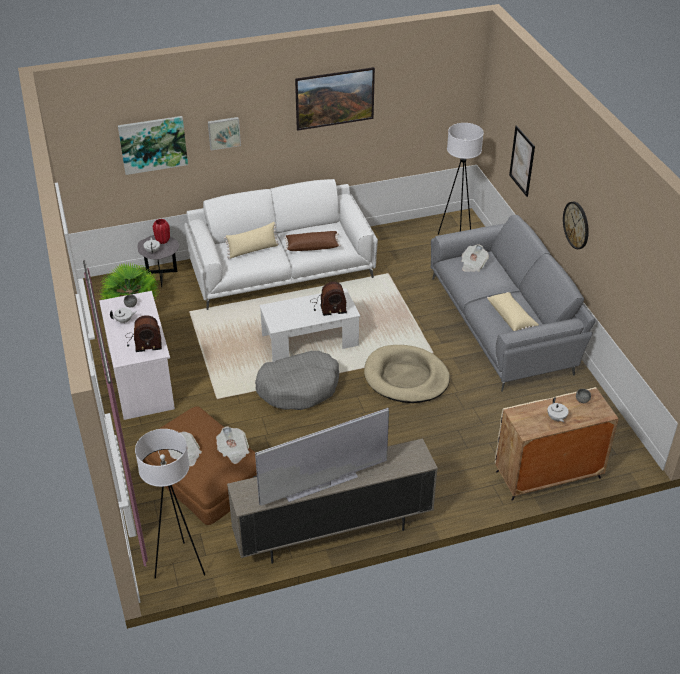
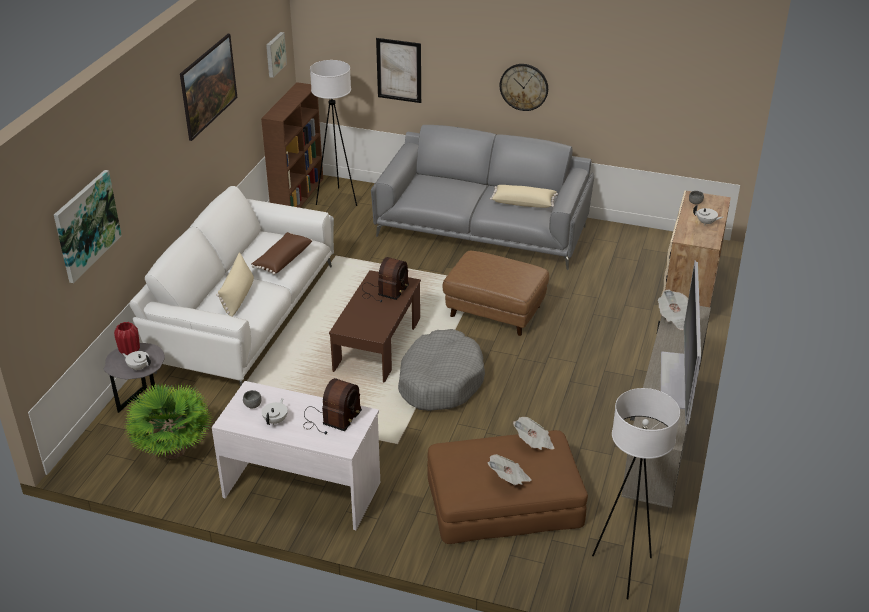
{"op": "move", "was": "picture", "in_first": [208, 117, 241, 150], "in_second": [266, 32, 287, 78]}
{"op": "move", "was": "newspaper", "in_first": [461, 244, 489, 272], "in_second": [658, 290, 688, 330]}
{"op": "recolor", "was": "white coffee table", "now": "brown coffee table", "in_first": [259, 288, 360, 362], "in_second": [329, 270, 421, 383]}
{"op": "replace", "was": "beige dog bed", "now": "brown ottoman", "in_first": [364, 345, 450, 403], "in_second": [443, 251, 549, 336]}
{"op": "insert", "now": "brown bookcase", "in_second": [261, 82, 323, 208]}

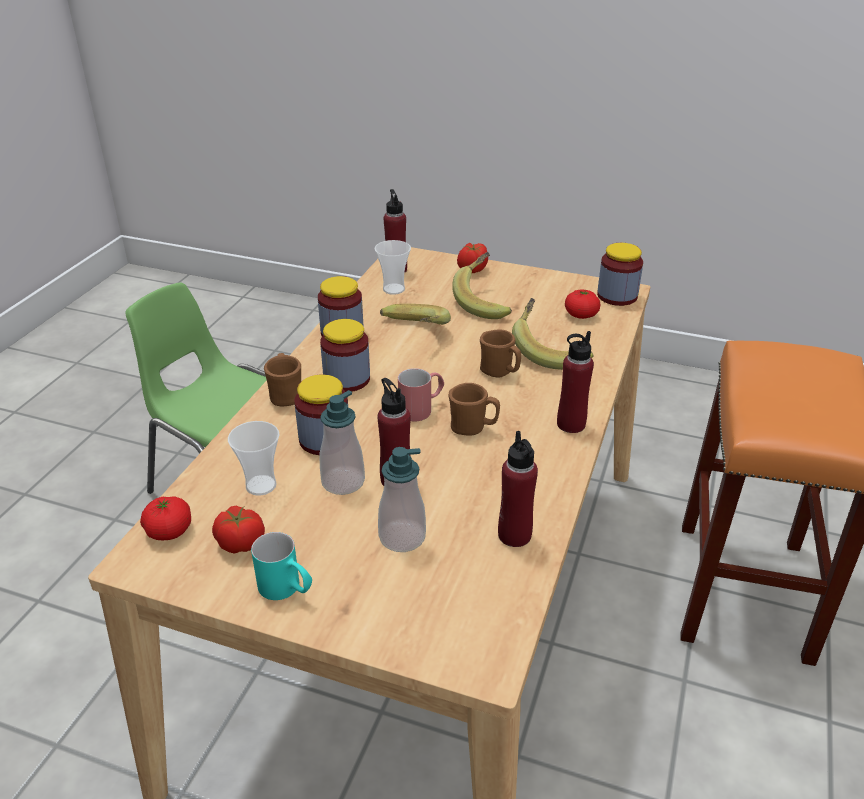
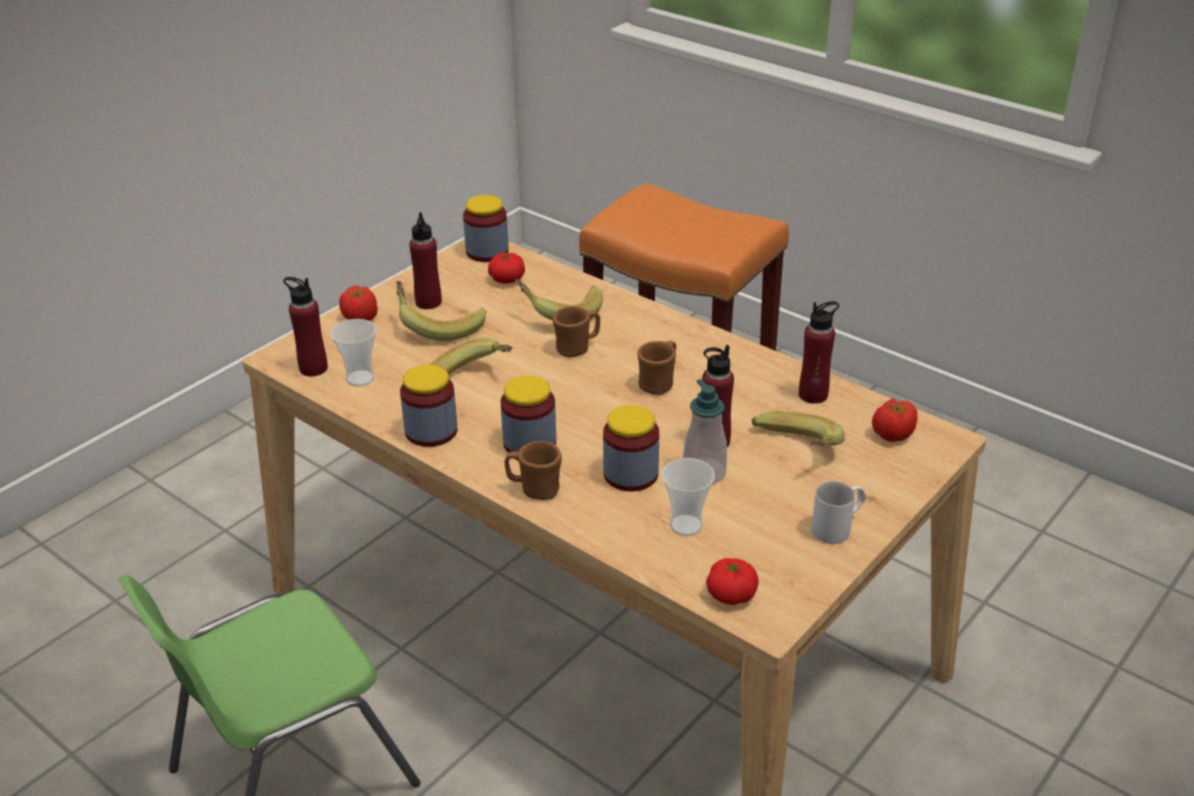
{"op": "move", "was": "red bottle", "in_first": [557, 331, 594, 433], "in_second": [409, 212, 442, 309]}
{"op": "delete", "was": "red mug", "in_first": [398, 368, 444, 421]}
{"op": "replace", "was": "soap dispenser", "now": "banana", "in_first": [378, 447, 426, 552], "in_second": [752, 411, 845, 446]}
{"op": "move", "was": "tomato", "in_first": [212, 506, 265, 554], "in_second": [872, 398, 918, 442]}
{"op": "recolor", "was": "turquoise mug", "now": "white mug", "in_first": [251, 532, 312, 600], "in_second": [811, 481, 866, 544]}

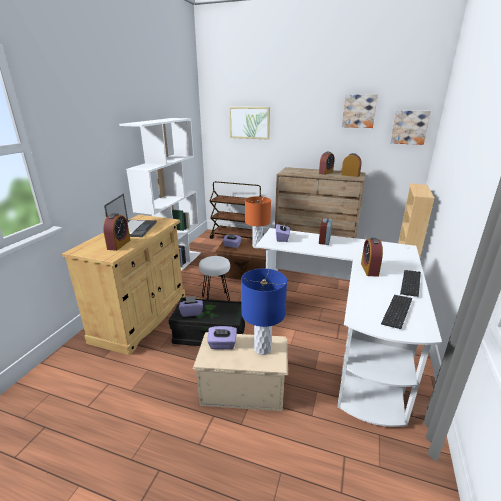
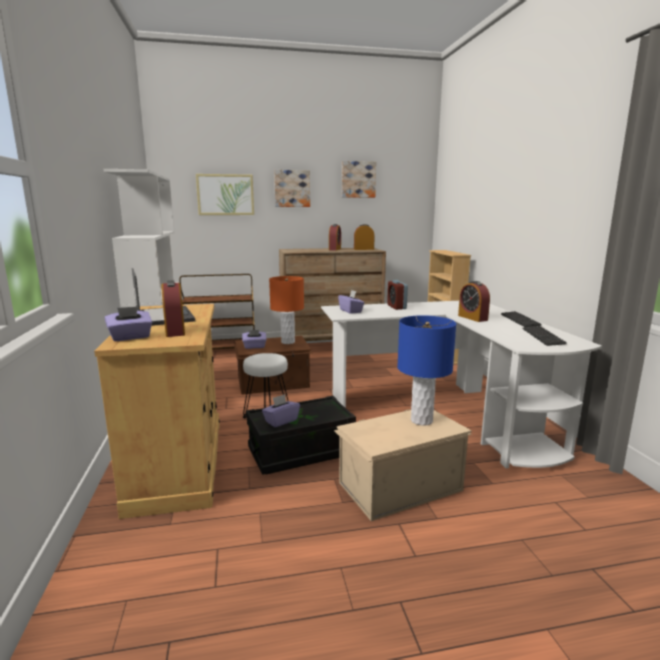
{"op": "move", "was": "picture", "in_first": [390, 110, 431, 145], "in_second": [274, 170, 310, 207]}
{"op": "move", "was": "purple tissue box", "in_first": [207, 326, 237, 349], "in_second": [105, 306, 152, 341]}

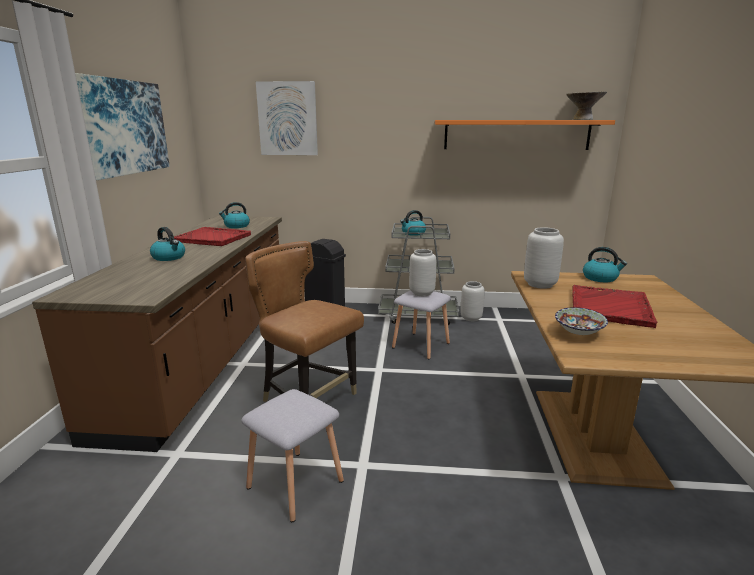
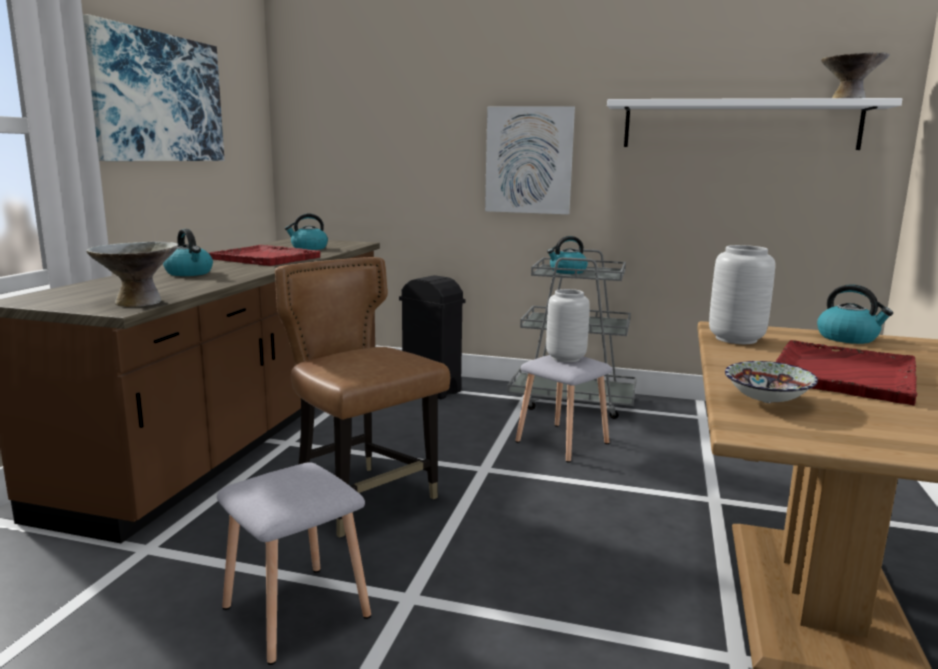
{"op": "move", "was": "picture", "in_first": [256, 81, 318, 155], "in_second": [485, 107, 575, 214]}
{"op": "recolor", "was": "orange shelf", "now": "white shelf", "in_first": [435, 120, 615, 150], "in_second": [607, 98, 903, 150]}
{"op": "delete", "was": "grey vase", "in_first": [461, 281, 485, 321]}
{"op": "insert", "now": "grey bowl", "in_second": [86, 242, 179, 307]}

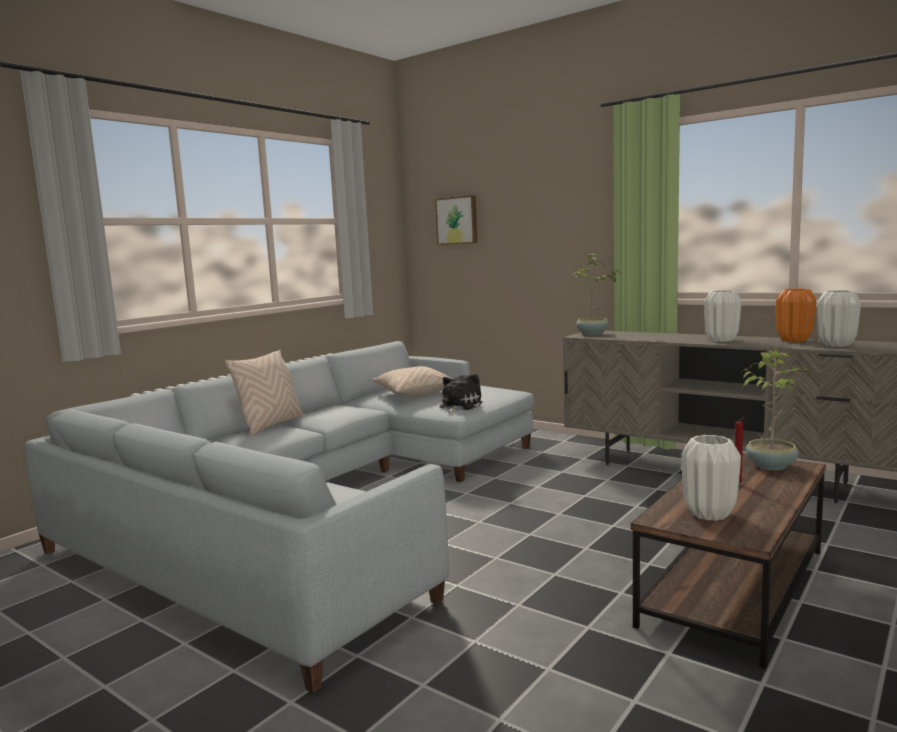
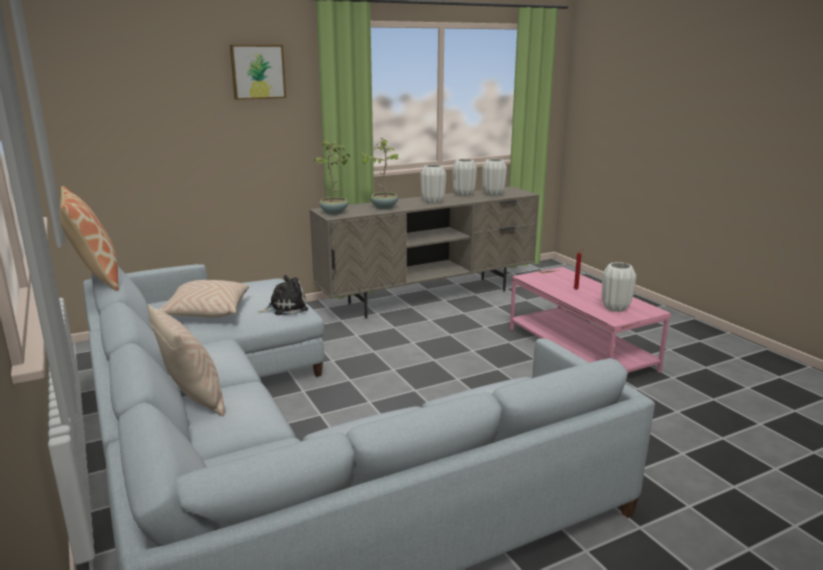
{"op": "move", "was": "picture", "in_first": [435, 195, 477, 245], "in_second": [230, 45, 286, 100]}
{"op": "recolor", "was": "orange vase", "now": "white vase", "in_first": [776, 289, 816, 342], "in_second": [452, 159, 477, 196]}
{"op": "move", "was": "potted plant", "in_first": [741, 349, 811, 470], "in_second": [361, 138, 399, 209]}
{"op": "rotate", "was": "plush toy", "in_first": [439, 374, 482, 414], "in_second": [257, 275, 308, 315], "clockwise": 105}
{"op": "recolor", "was": "brown coffee table", "now": "pink coffee table", "in_first": [631, 453, 826, 669], "in_second": [510, 267, 671, 373]}
{"op": "insert", "now": "pillow", "in_second": [60, 186, 118, 291]}

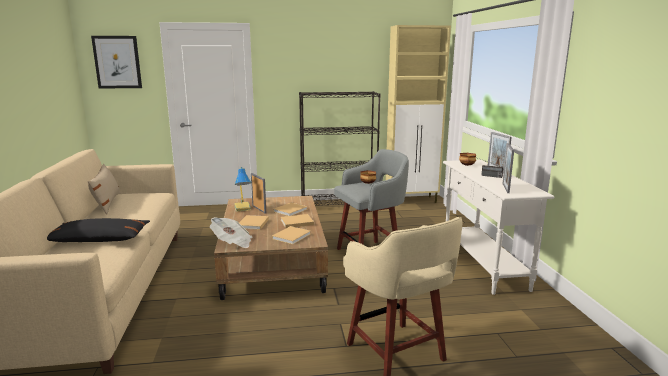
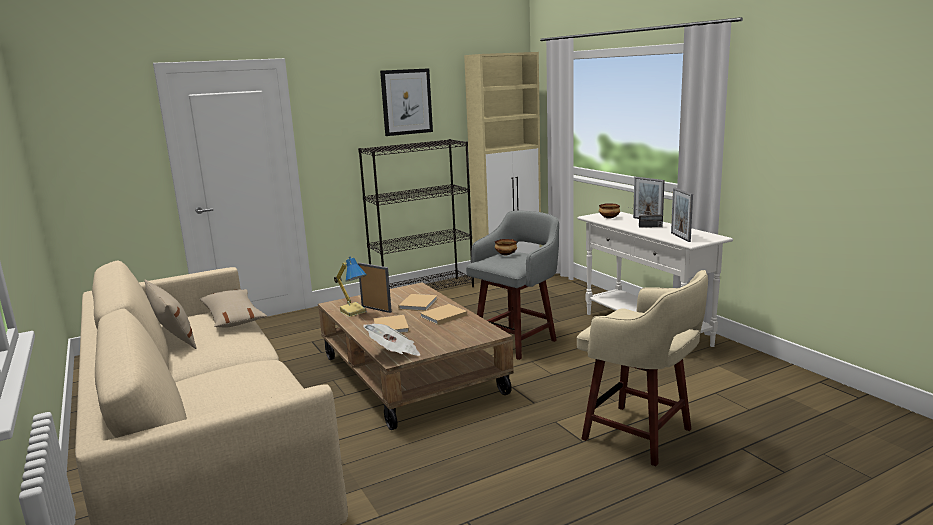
{"op": "move", "was": "picture", "in_first": [91, 36, 142, 89], "in_second": [380, 68, 433, 136]}
{"op": "delete", "was": "black pillow", "in_first": [47, 218, 150, 242]}
{"op": "delete", "was": "beige book", "in_first": [272, 226, 310, 245]}
{"op": "insert", "now": "beige pillow", "in_second": [199, 289, 267, 328]}

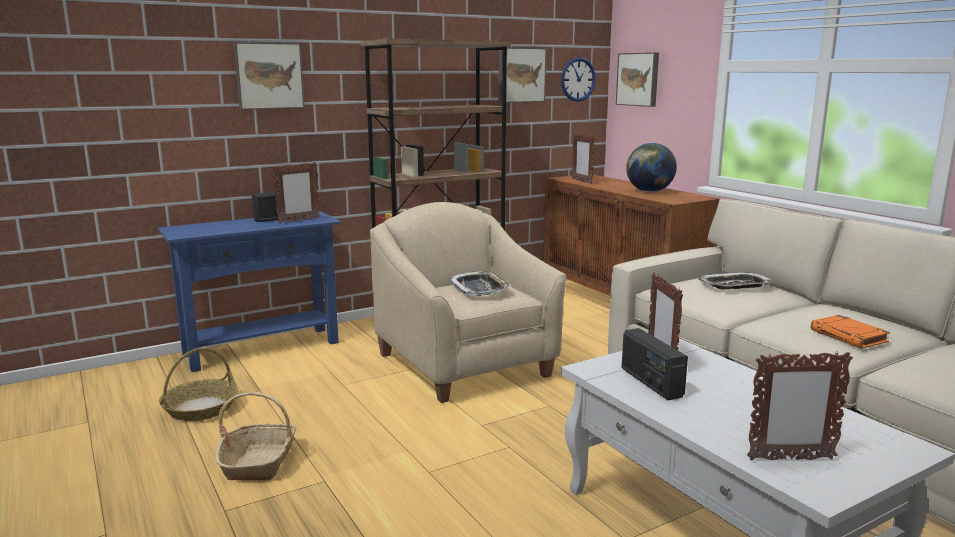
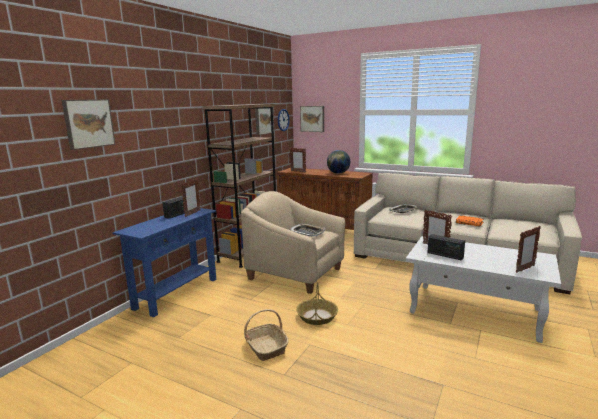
{"op": "move", "was": "picture", "in_first": [233, 42, 305, 110], "in_second": [62, 99, 115, 150]}
{"op": "move", "was": "basket", "in_first": [159, 348, 238, 421], "in_second": [296, 282, 338, 325]}

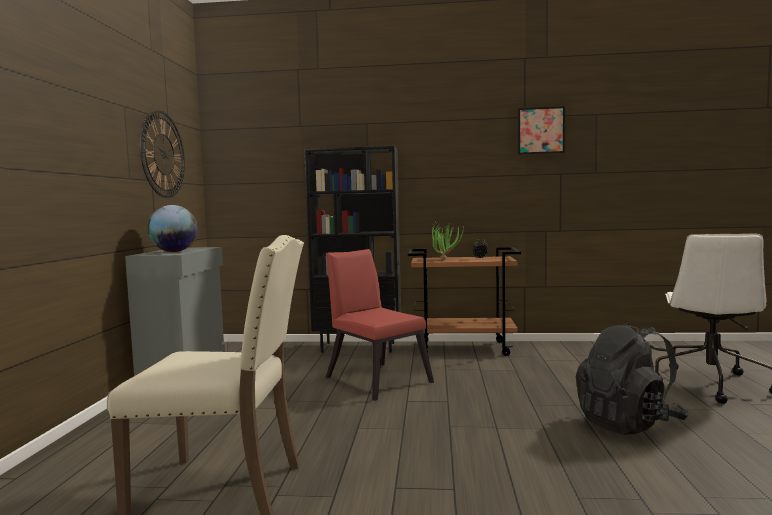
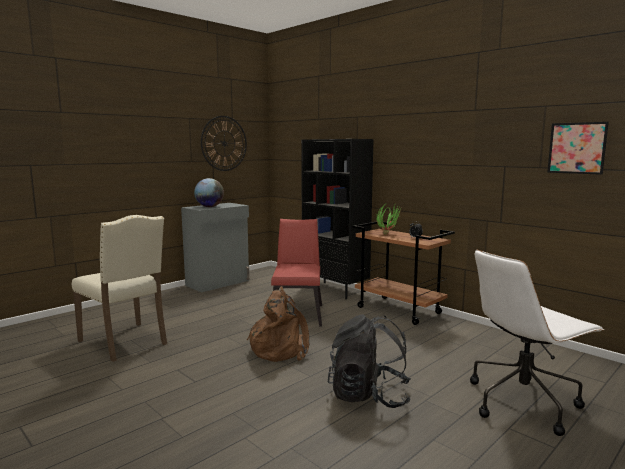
{"op": "move", "was": "picture", "in_first": [518, 106, 565, 154], "in_second": [547, 122, 609, 175]}
{"op": "insert", "now": "brown backpack", "in_second": [247, 286, 309, 362]}

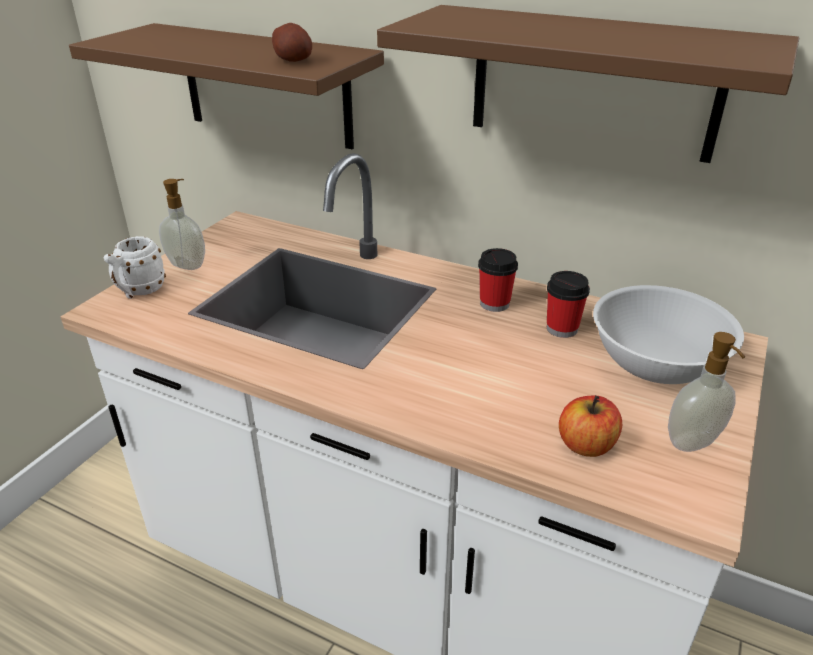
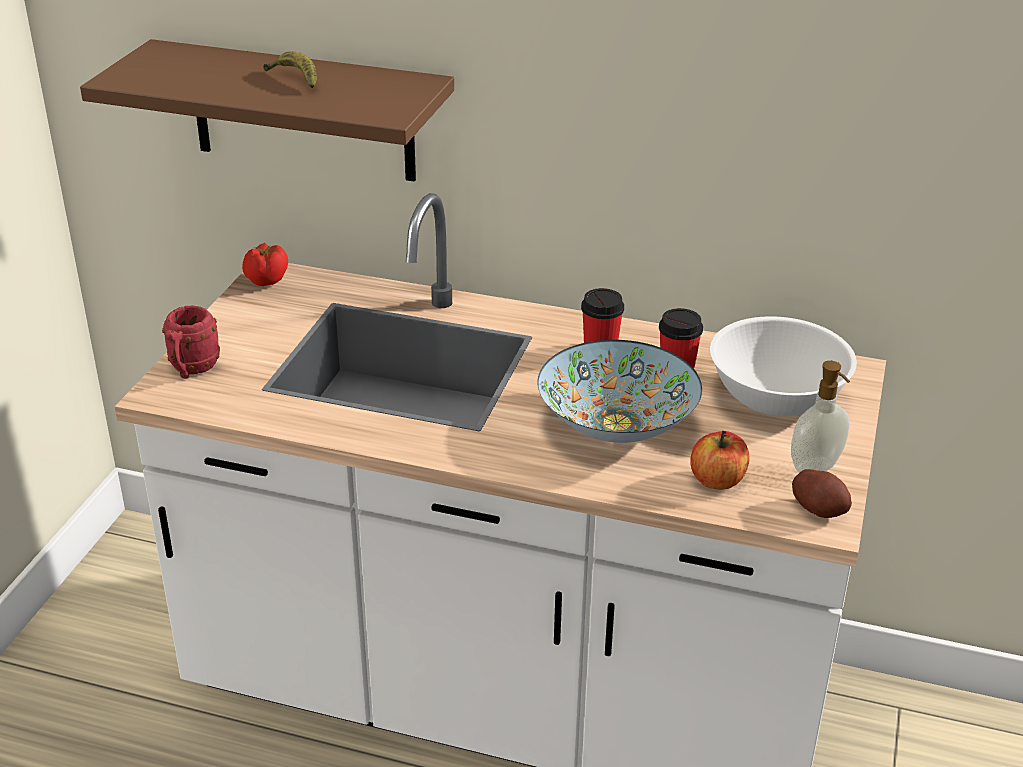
{"op": "delete", "was": "brown shelf", "in_first": [377, 5, 799, 163]}
{"op": "move", "was": "potato", "in_first": [272, 23, 312, 62], "in_second": [792, 469, 852, 518]}
{"op": "delete", "was": "soap dispenser", "in_first": [159, 179, 205, 270]}
{"op": "recolor", "was": "white mug", "now": "red mug", "in_first": [104, 236, 166, 299], "in_second": [162, 306, 220, 379]}
{"op": "insert", "now": "banana", "in_second": [263, 51, 317, 89]}
{"op": "insert", "now": "tomato", "in_second": [242, 243, 288, 286]}
{"op": "insert", "now": "bowl", "in_second": [537, 340, 702, 443]}

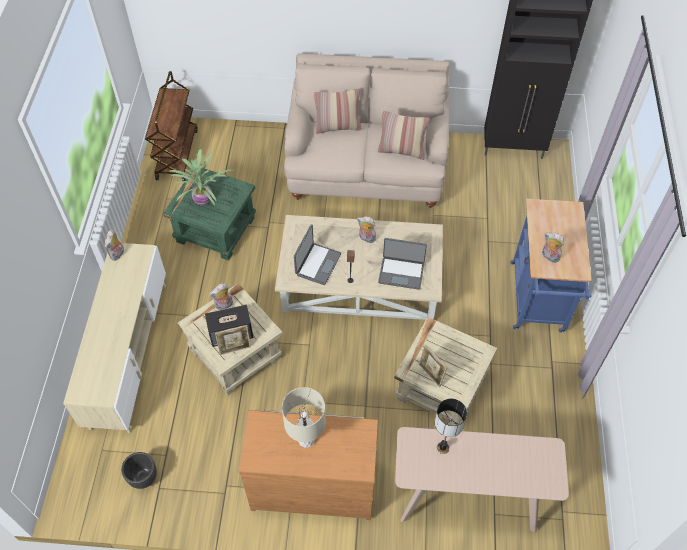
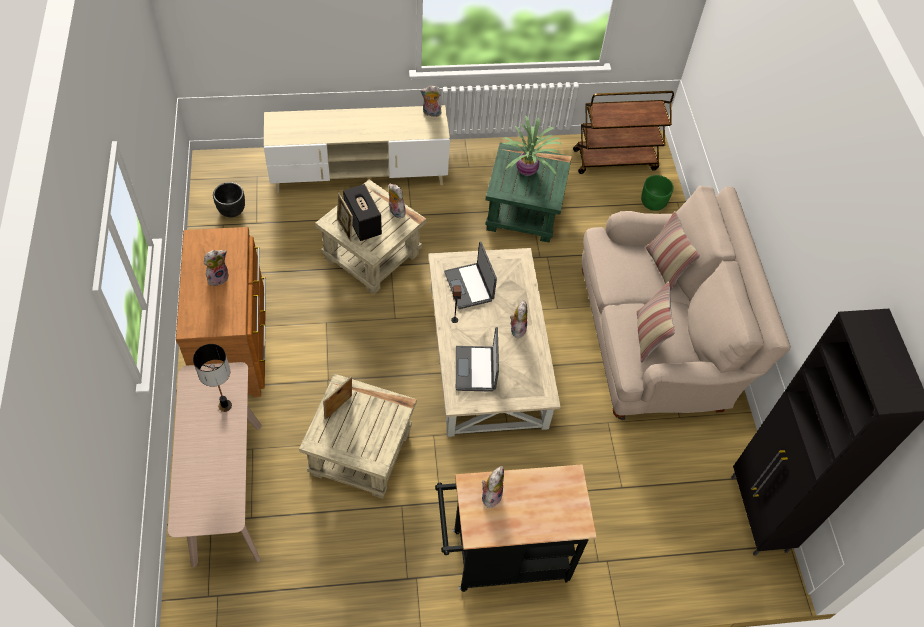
{"op": "recolor", "was": "blue cart", "now": "black cart", "in_first": [510, 199, 592, 333], "in_second": [435, 464, 597, 592]}
{"op": "rotate", "was": "laptop", "in_first": [294, 224, 341, 285], "in_second": [444, 241, 497, 309], "clockwise": 60}
{"op": "replace", "was": "beige table lamp", "now": "plush toy", "in_first": [282, 387, 326, 448], "in_second": [204, 250, 229, 286]}
{"op": "insert", "now": "green planter", "in_second": [641, 175, 674, 211]}

